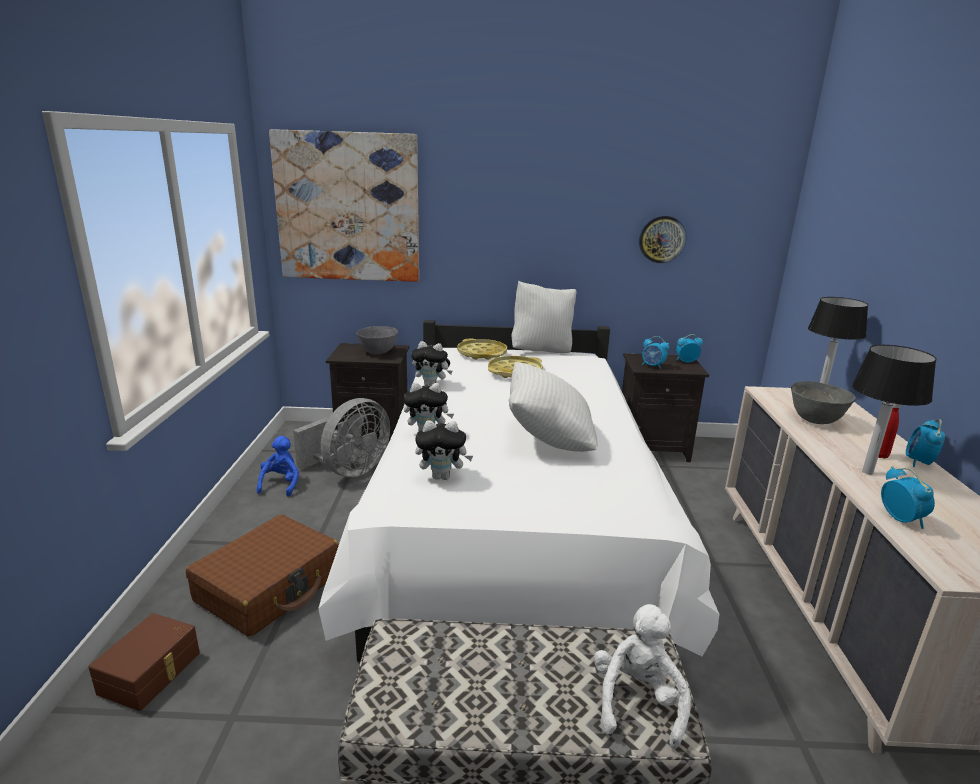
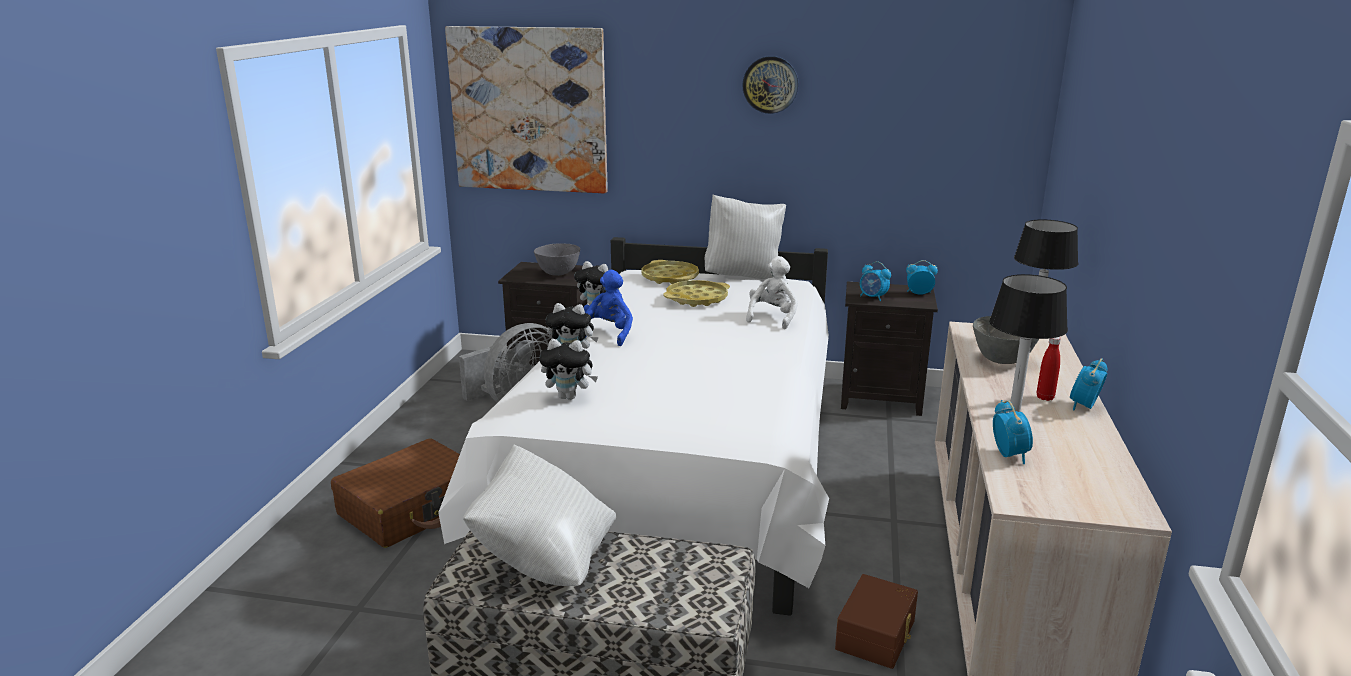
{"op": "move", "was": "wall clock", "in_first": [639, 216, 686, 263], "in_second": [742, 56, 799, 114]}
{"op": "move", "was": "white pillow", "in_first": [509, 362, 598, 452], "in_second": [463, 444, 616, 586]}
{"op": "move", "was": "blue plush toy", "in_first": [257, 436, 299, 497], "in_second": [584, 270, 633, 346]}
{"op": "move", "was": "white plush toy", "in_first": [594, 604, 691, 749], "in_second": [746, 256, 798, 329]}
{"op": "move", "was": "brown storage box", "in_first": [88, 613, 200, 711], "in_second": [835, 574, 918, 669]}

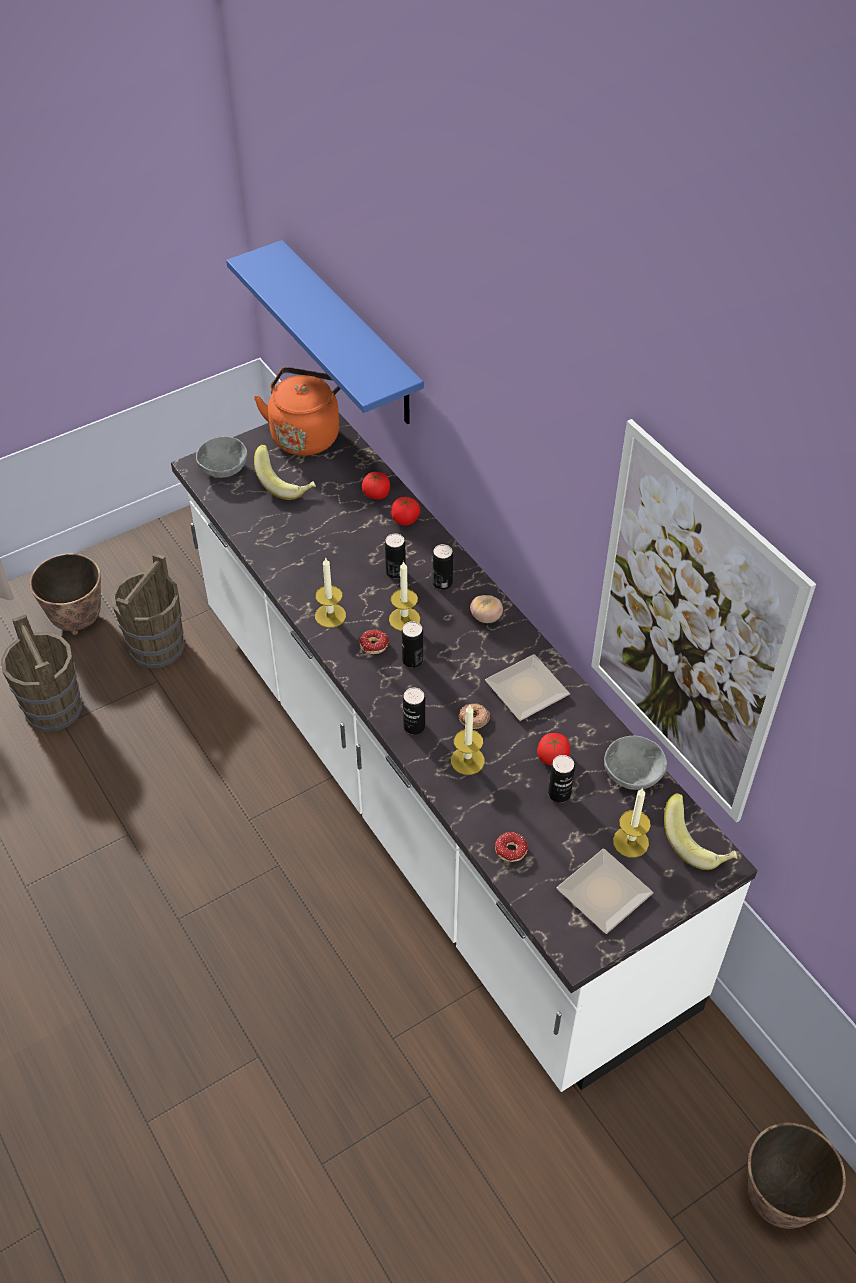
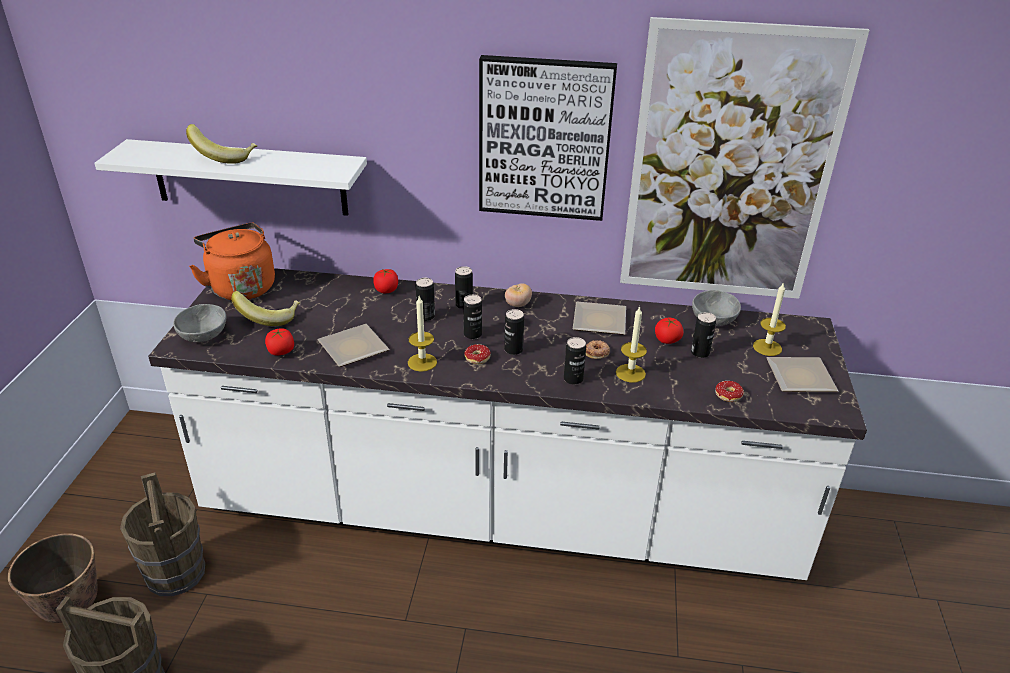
{"op": "recolor", "was": "blue shelf", "now": "white shelf", "in_first": [226, 240, 424, 424], "in_second": [94, 139, 367, 216]}
{"op": "move", "was": "tomato", "in_first": [362, 472, 390, 499], "in_second": [265, 328, 294, 356]}
{"op": "replace", "was": "candle", "now": "can", "in_first": [389, 561, 420, 631], "in_second": [463, 295, 482, 339]}
{"op": "move", "was": "banana", "in_first": [664, 794, 737, 870], "in_second": [186, 124, 257, 164]}
{"op": "delete", "was": "planter", "in_first": [747, 1122, 846, 1229]}
{"op": "insert", "now": "picture", "in_second": [479, 55, 617, 221]}
{"op": "insert", "now": "plate", "in_second": [317, 324, 389, 367]}

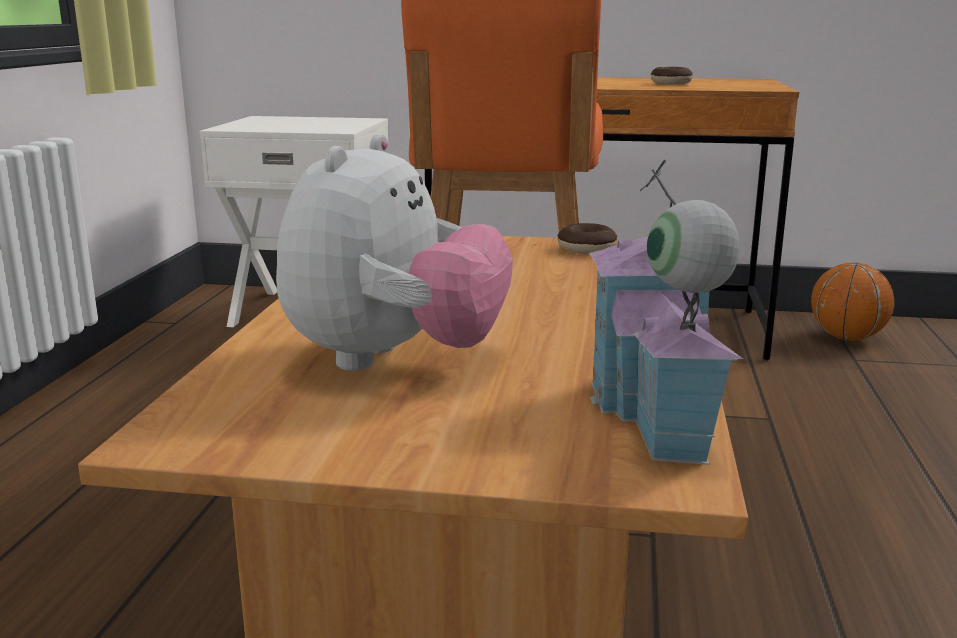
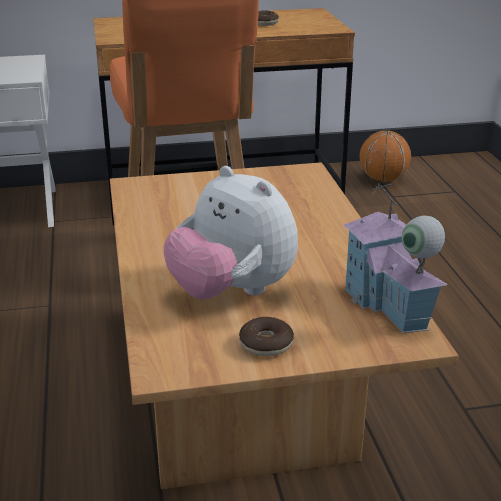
{"op": "rotate", "was": "plush toy", "in_first": [276, 134, 513, 371], "in_second": [164, 166, 298, 299], "clockwise": 135}
{"op": "move", "was": "donut", "in_first": [557, 223, 617, 254], "in_second": [239, 317, 294, 356]}

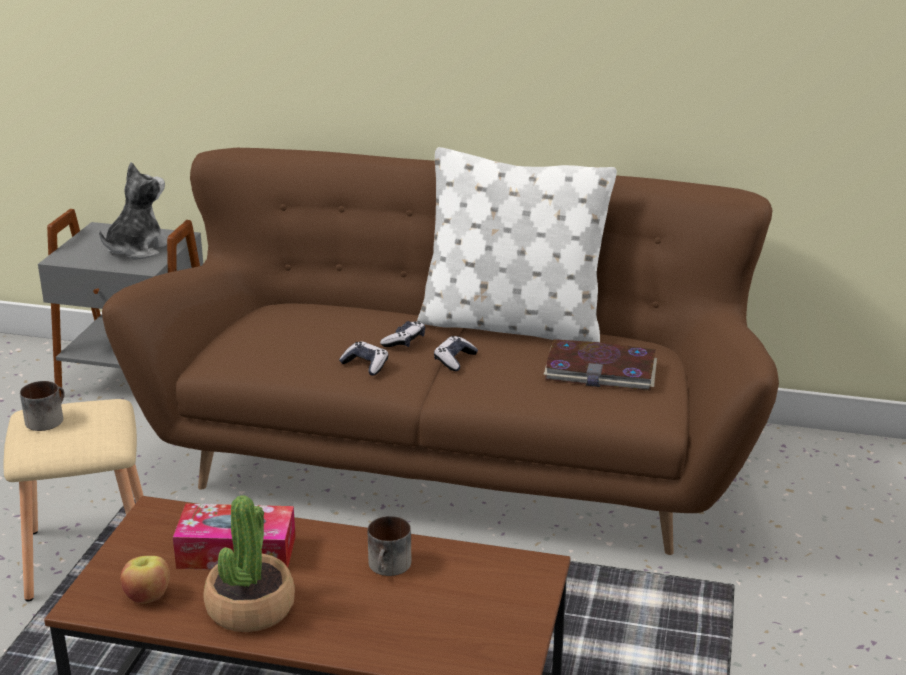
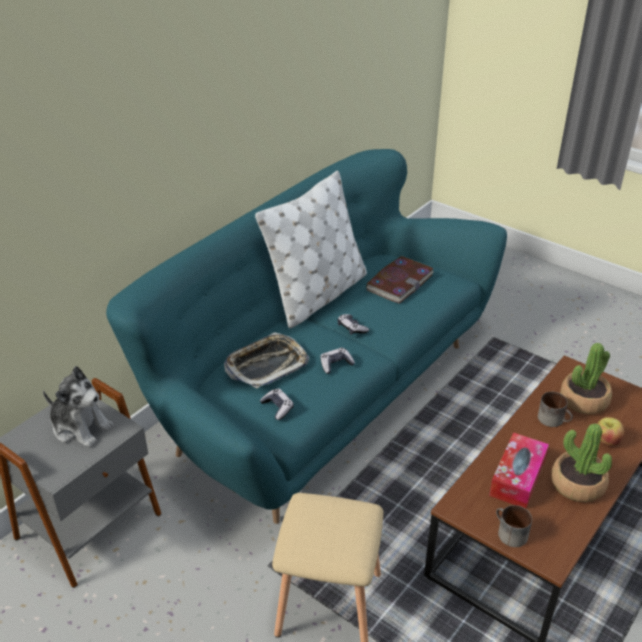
{"op": "recolor", "was": "brown sofa", "now": "turquoise sofa", "in_first": [102, 148, 779, 555], "in_second": [106, 149, 507, 524]}
{"op": "rotate", "was": "plush toy", "in_first": [99, 162, 168, 260], "in_second": [43, 366, 113, 447], "clockwise": 150}
{"op": "move", "was": "game controller", "in_first": [380, 321, 425, 347], "in_second": [260, 389, 294, 420]}
{"op": "move", "was": "mug", "in_first": [20, 381, 65, 431], "in_second": [496, 505, 532, 547]}
{"op": "move", "was": "apple", "in_first": [120, 556, 170, 603], "in_second": [597, 417, 624, 446]}
{"op": "insert", "now": "tray", "in_second": [224, 332, 309, 389]}
{"op": "insert", "now": "potted plant", "in_second": [560, 343, 612, 415]}

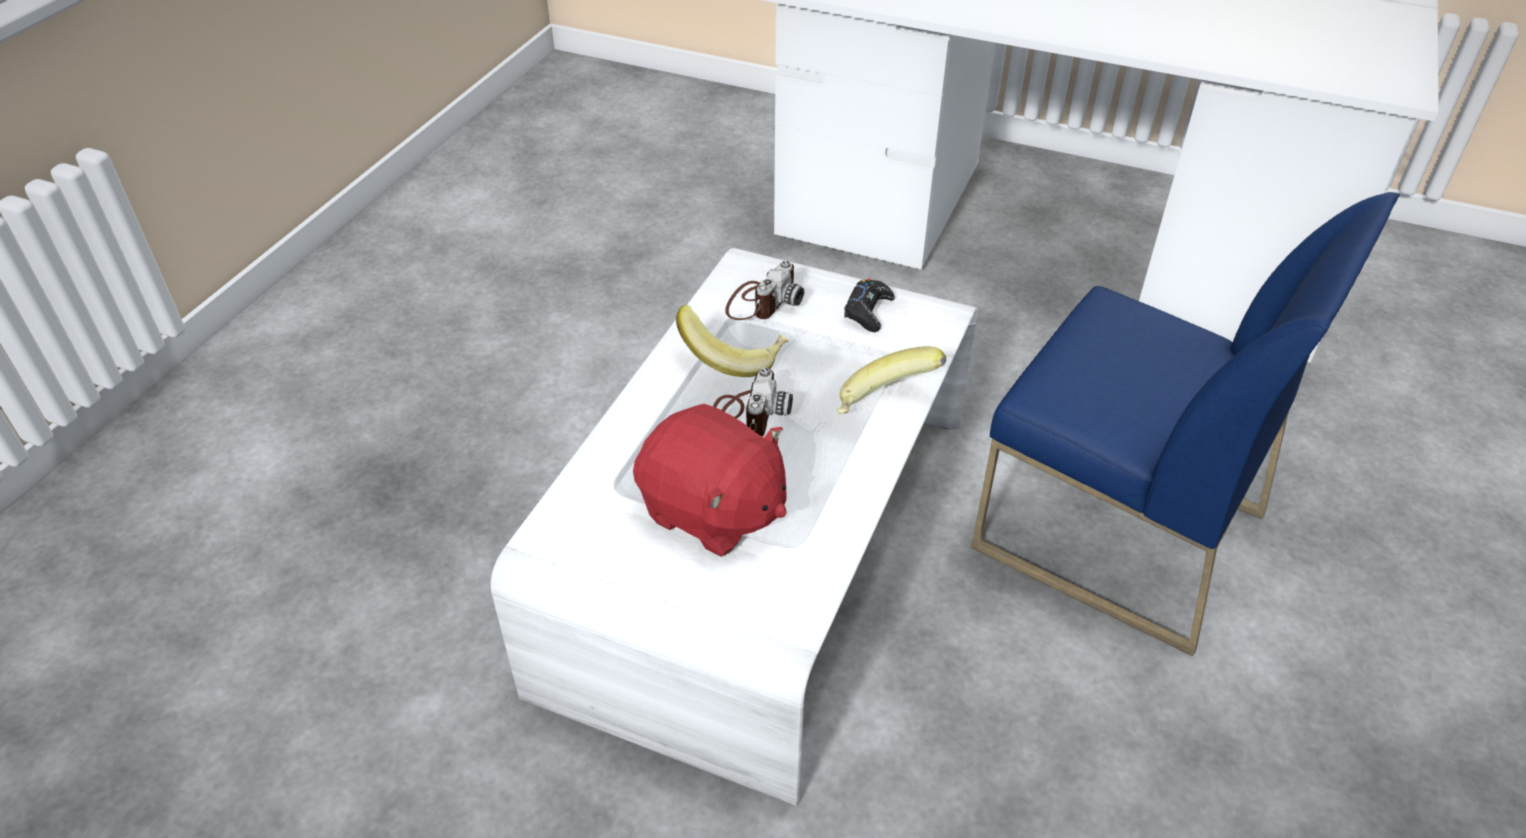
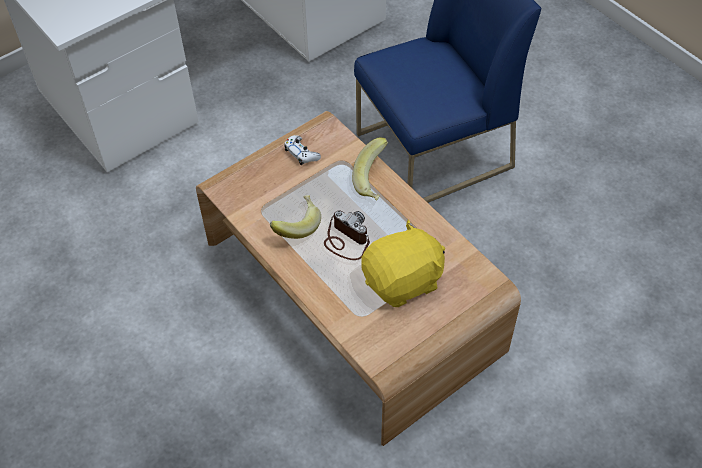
{"op": "recolor", "was": "white coffee table", "now": "brown coffee table", "in_first": [491, 248, 977, 806], "in_second": [196, 111, 521, 446]}
{"op": "delete", "was": "photo camera", "in_first": [725, 260, 804, 320]}
{"op": "recolor", "was": "black game controller", "now": "white game controller", "in_first": [844, 279, 895, 332], "in_second": [284, 135, 321, 165]}
{"op": "recolor", "was": "red plush toy", "now": "yellow plush toy", "in_first": [633, 404, 787, 557], "in_second": [361, 220, 445, 307]}

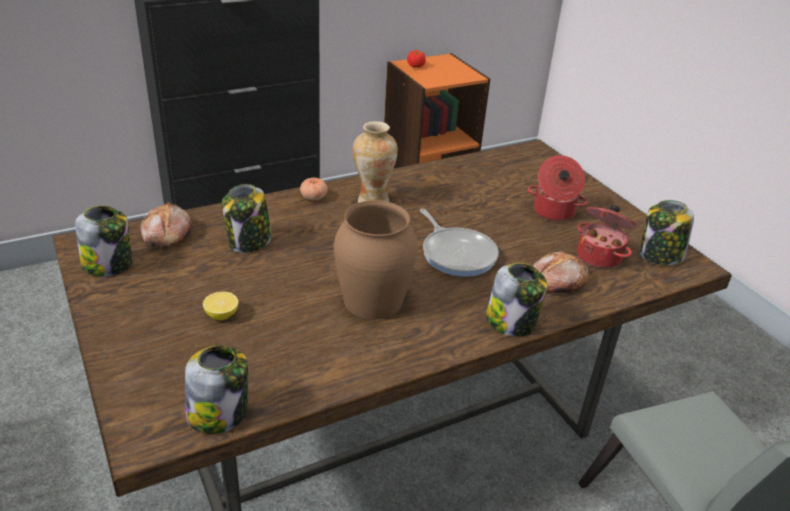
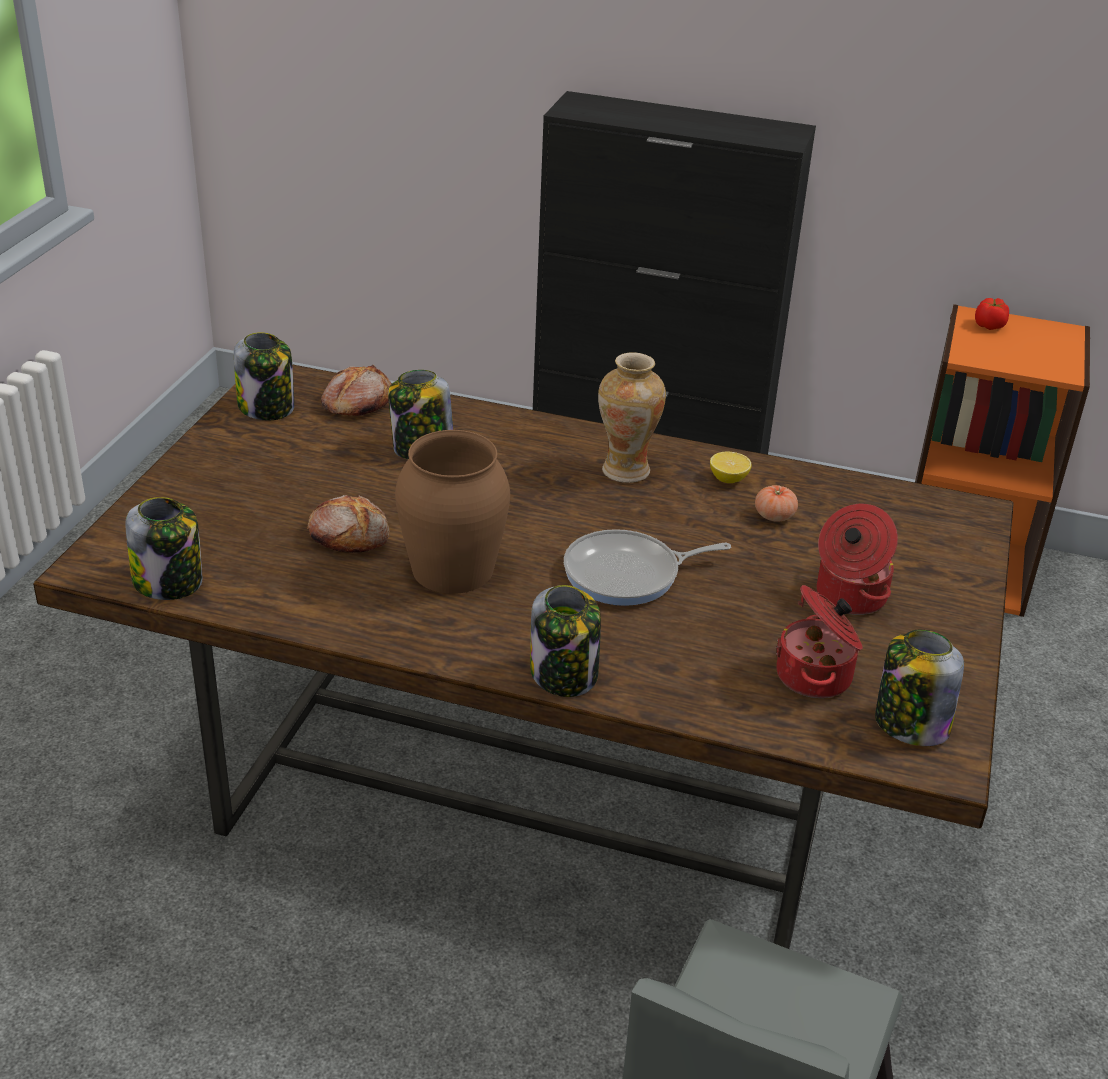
{"op": "move", "was": "tomato", "in_first": [300, 178, 328, 200], "in_second": [755, 485, 798, 522]}
{"op": "rotate", "was": "frying pan", "in_first": [420, 209, 499, 277], "in_second": [564, 529, 731, 606], "clockwise": 60}
{"op": "move", "was": "bread", "in_first": [533, 251, 589, 293], "in_second": [307, 495, 389, 553]}
{"op": "move", "was": "lemon", "in_first": [203, 292, 239, 320], "in_second": [710, 452, 752, 483]}

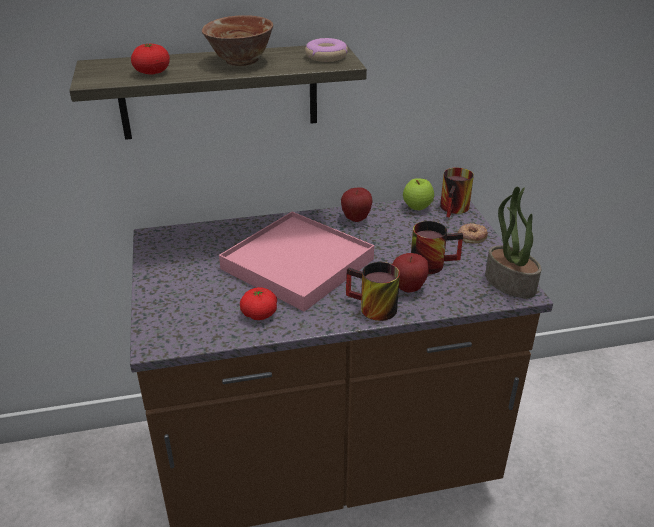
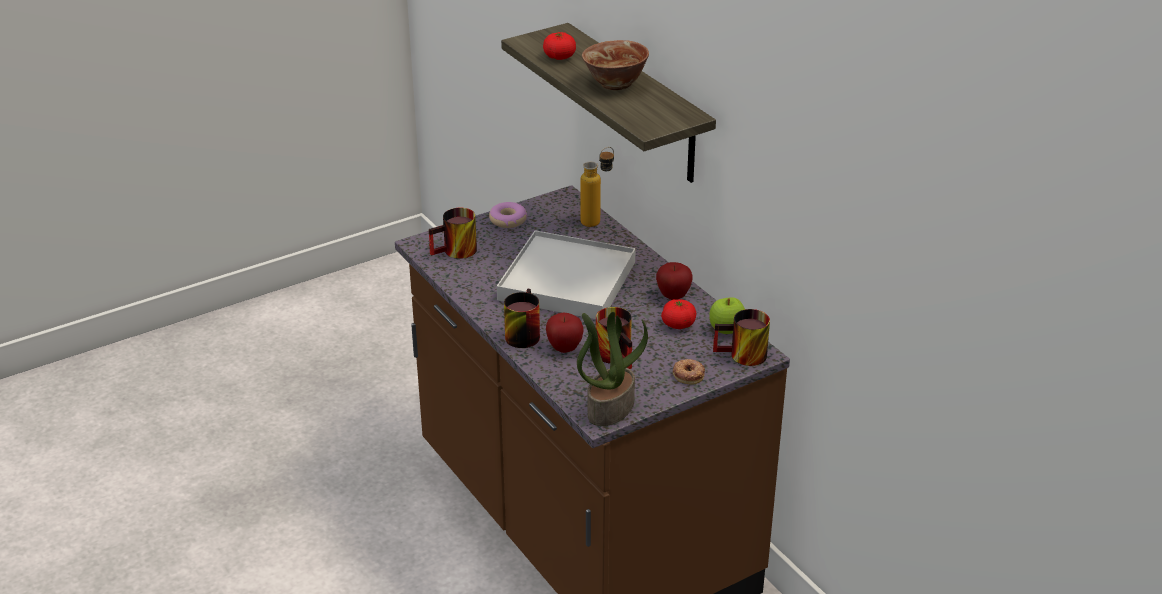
{"op": "move", "was": "donut", "in_first": [305, 38, 348, 62], "in_second": [489, 202, 527, 228]}
{"op": "recolor", "was": "pink tray", "now": "white tray", "in_first": [219, 212, 374, 312], "in_second": [497, 230, 636, 319]}
{"op": "move", "was": "tomato", "in_first": [240, 287, 277, 320], "in_second": [661, 299, 696, 329]}
{"op": "insert", "now": "bottle", "in_second": [580, 147, 614, 227]}
{"op": "insert", "now": "mug", "in_second": [429, 208, 477, 259]}

